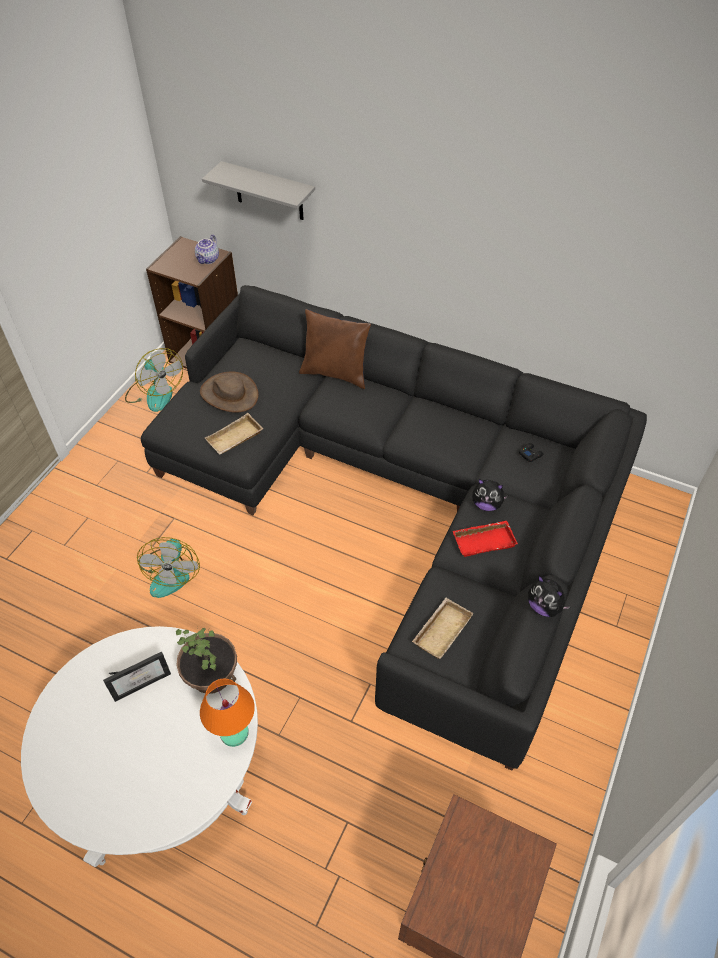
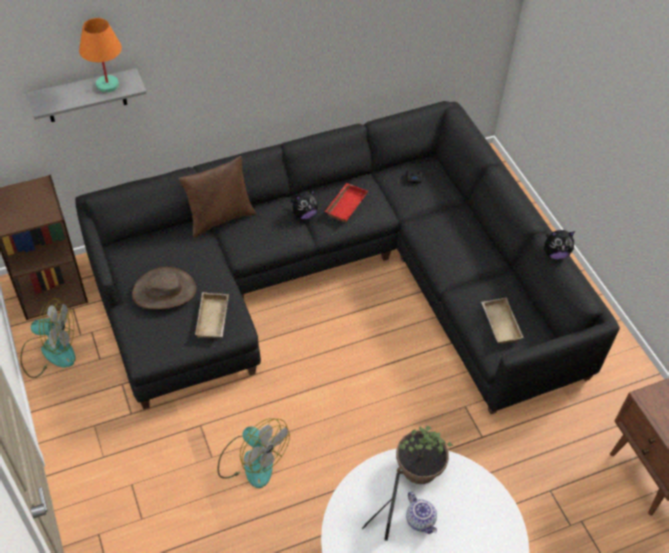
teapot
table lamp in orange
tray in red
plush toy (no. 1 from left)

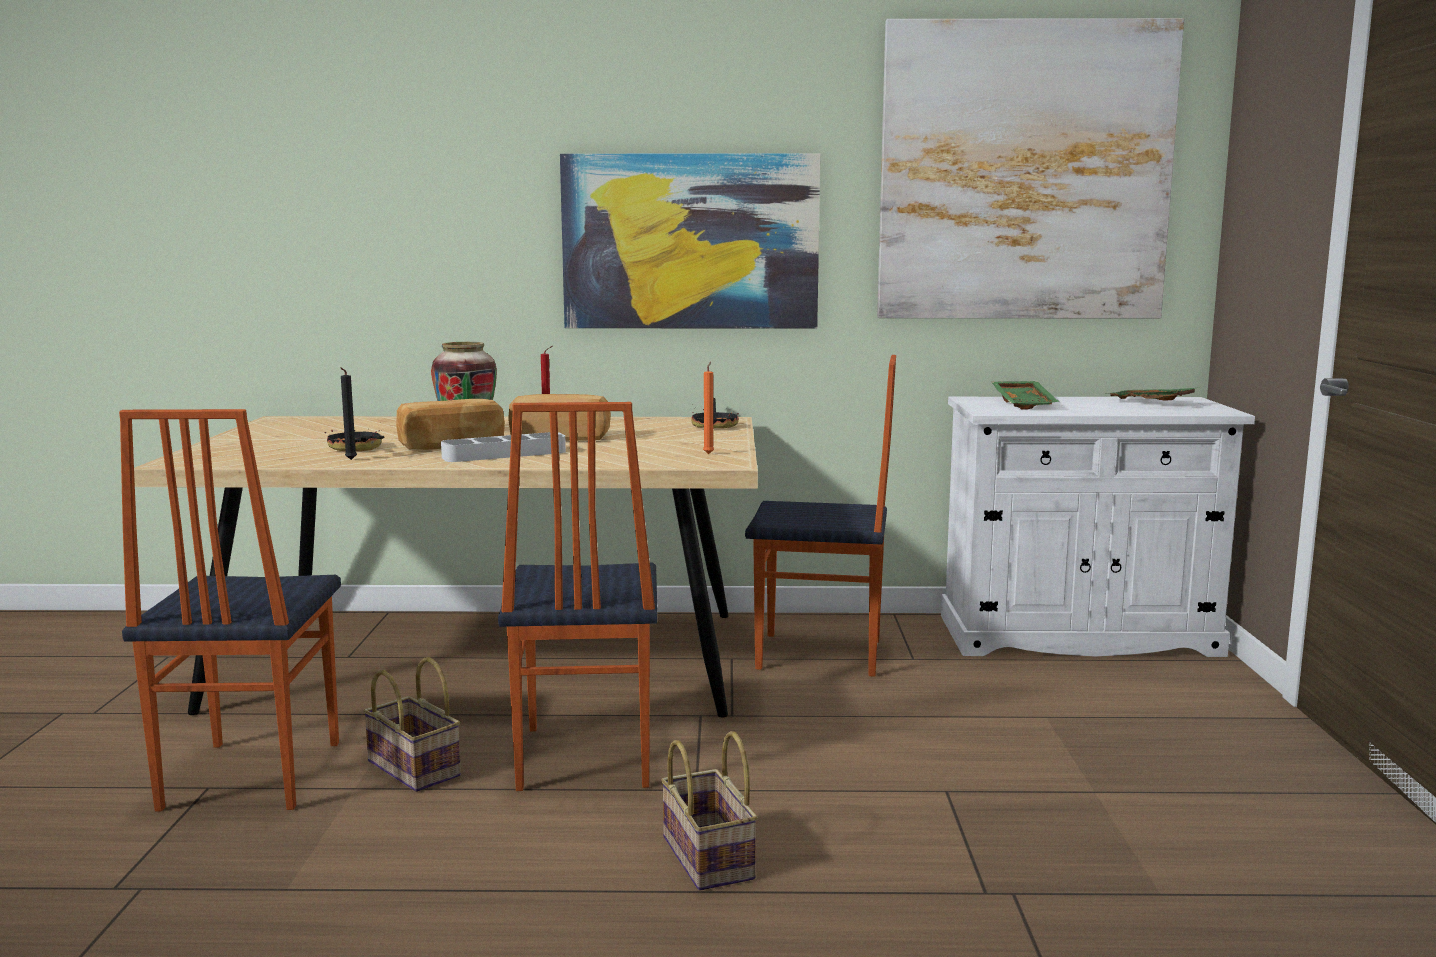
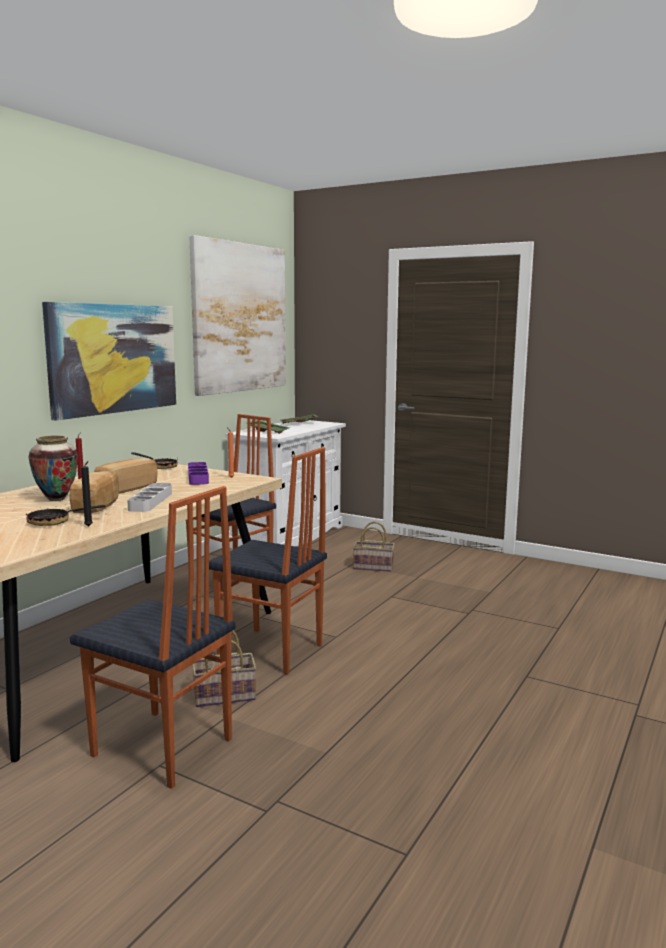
tray in purple
basket (no. 2 from left)

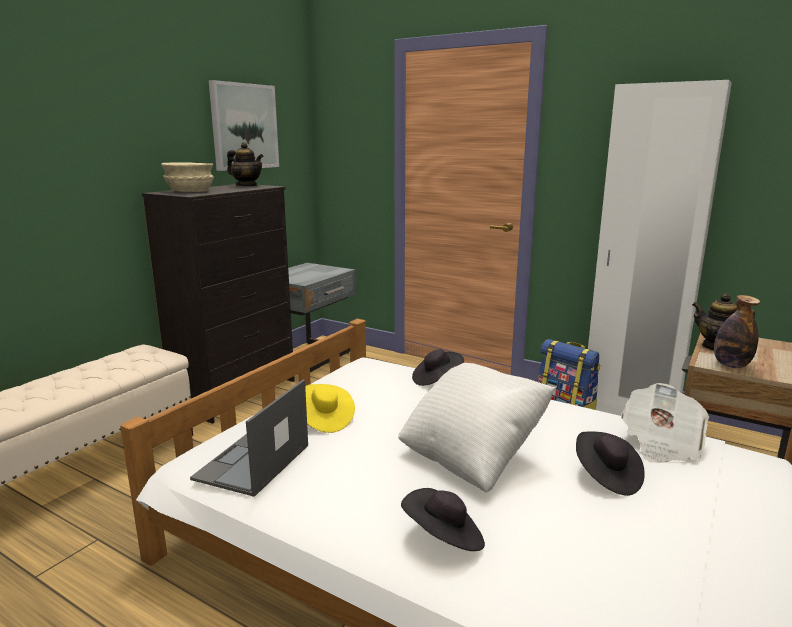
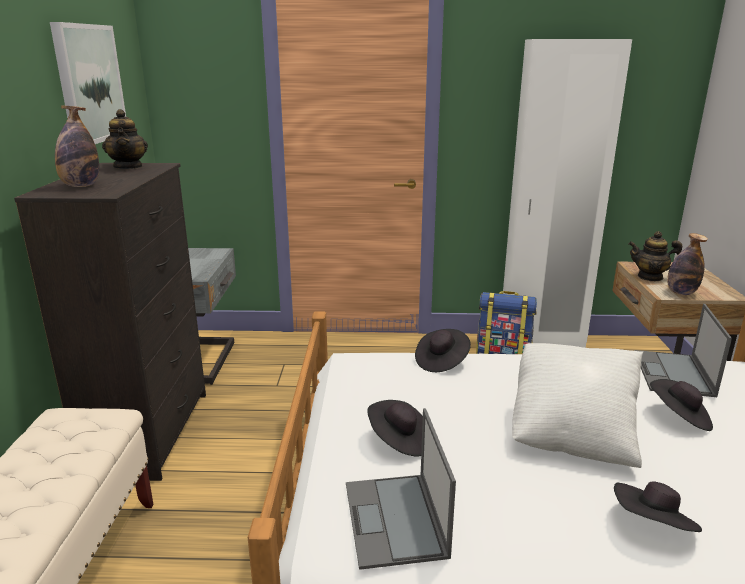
bottle (no. 1 from left)
laptop (no. 2 from left)
hat in black (no. 1 from left)
teapot (no. 1 from left)

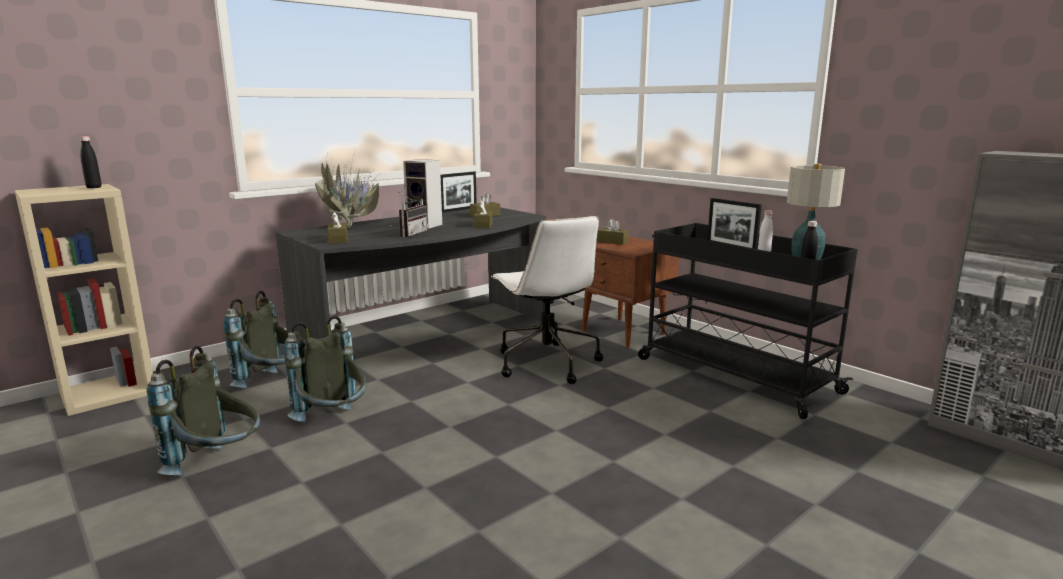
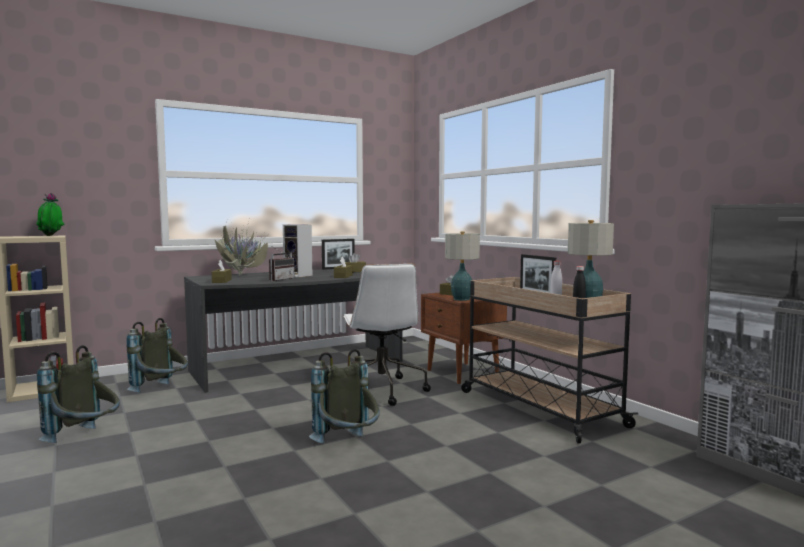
table lamp (no. 1 from left)
backpack in grey (no. 3 from left)
potted plant (no. 1 from left)
cart in beige

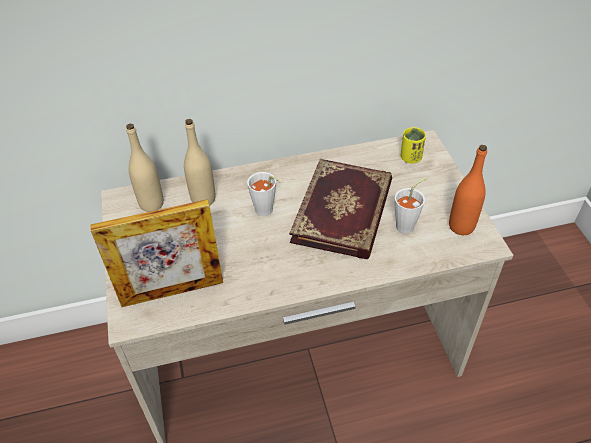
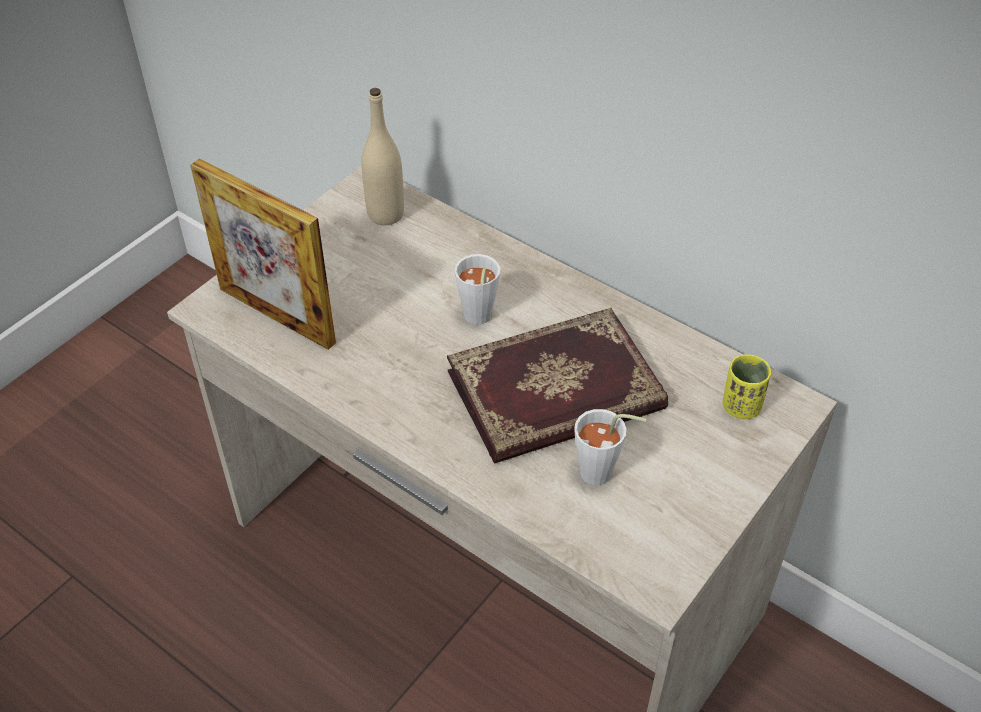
bottle in beige (no. 2 from left in the first image)
bottle in orange

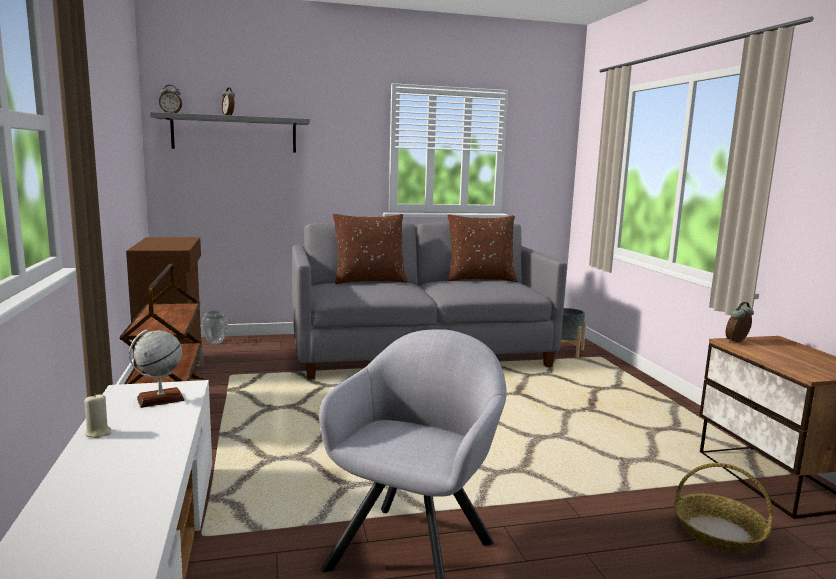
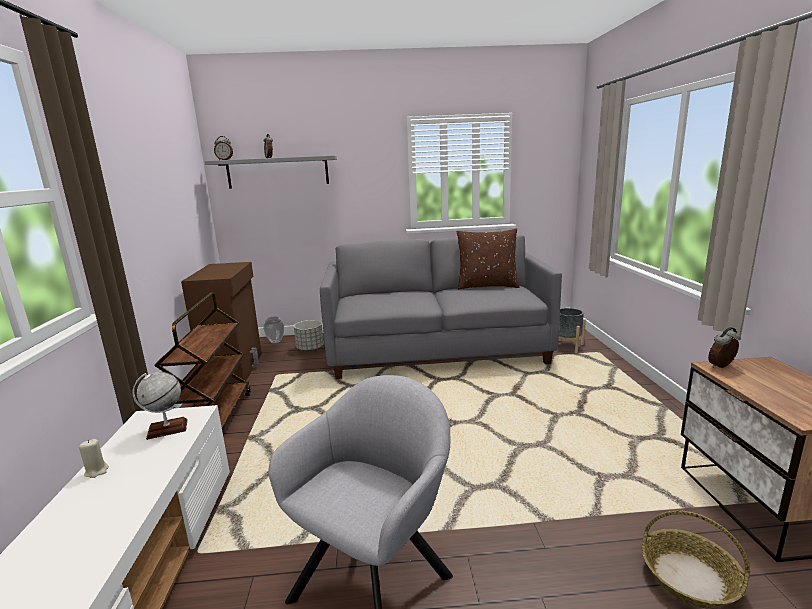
pillow in brown (no. 1 from left in the first image)
planter in grey (no. 1 from left)

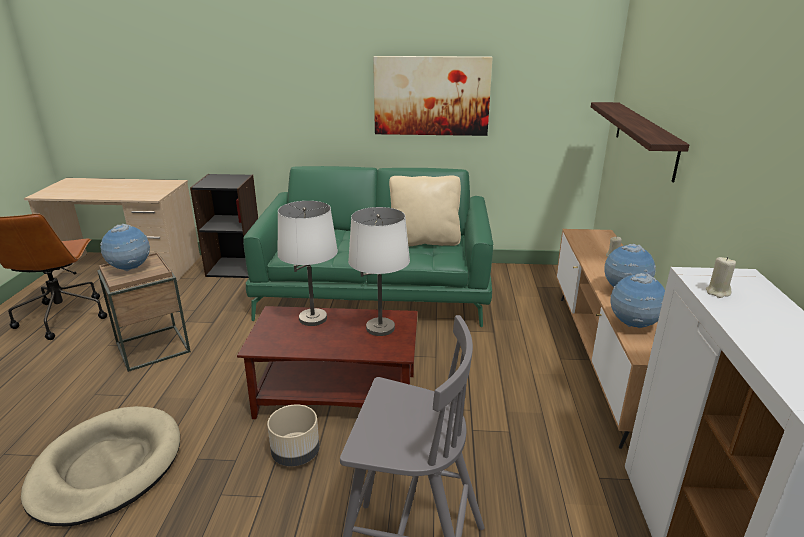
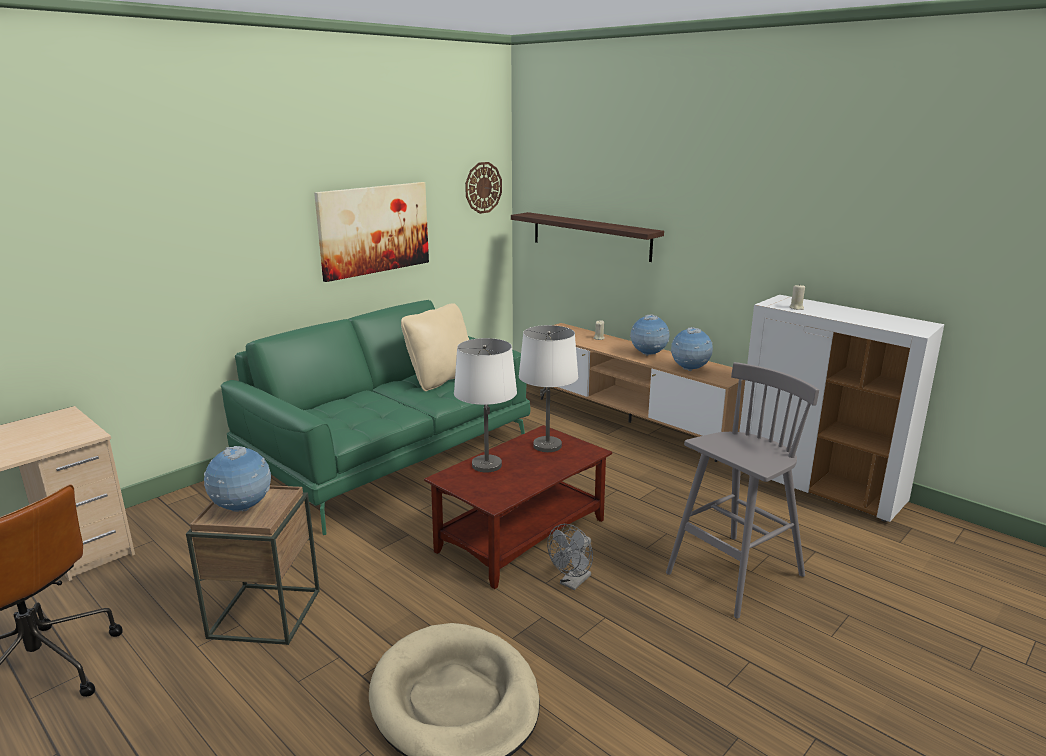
bookcase in black
wall clock
fan in grey

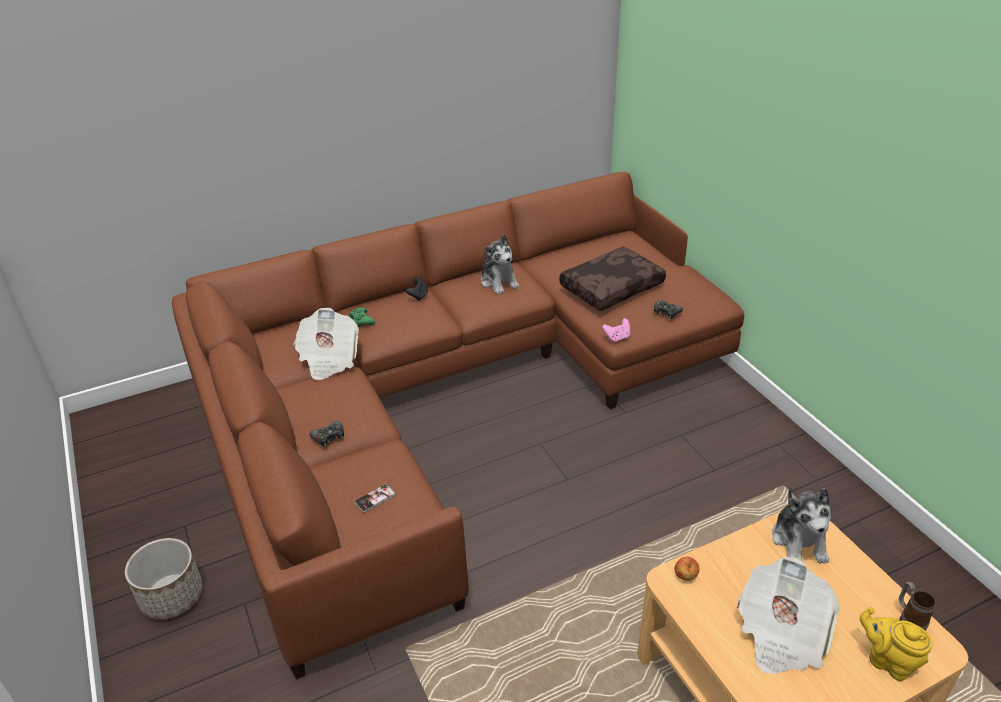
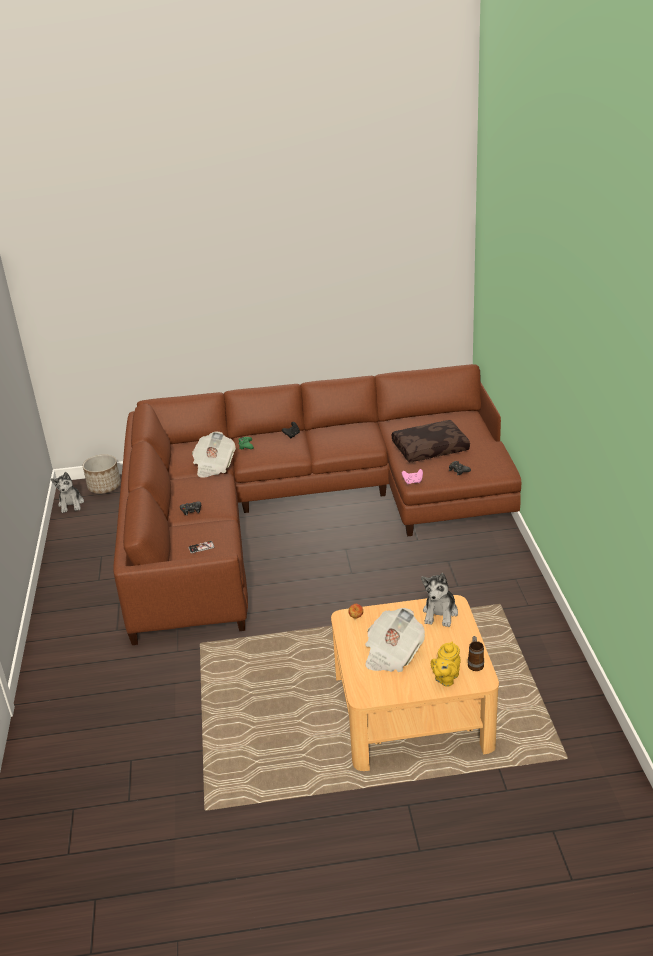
planter
plush toy (no. 1 from left)
teapot in yellow

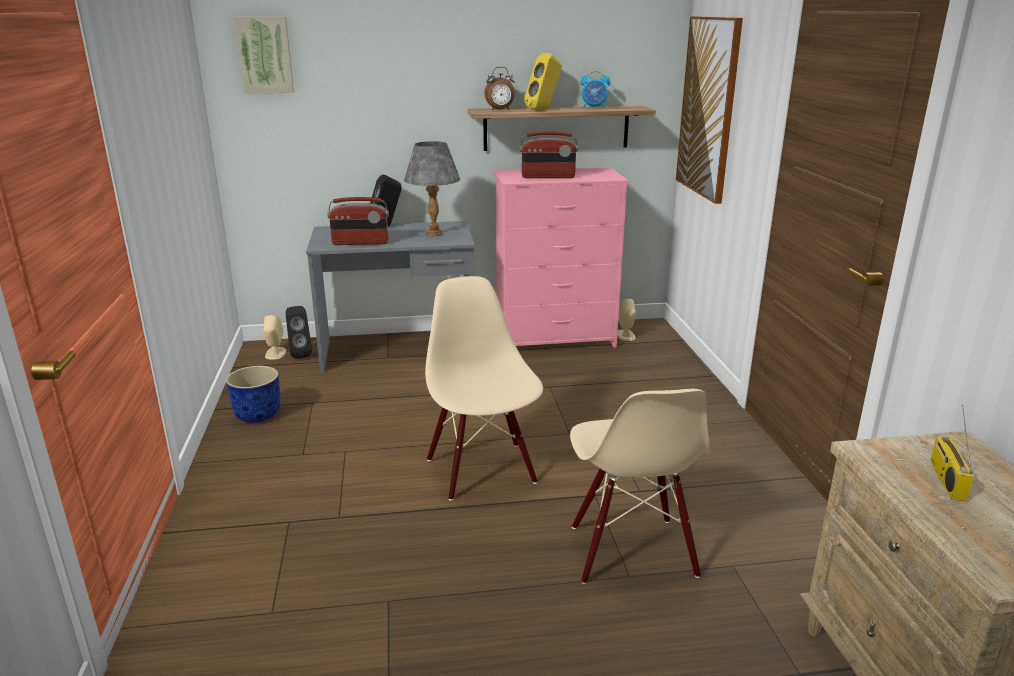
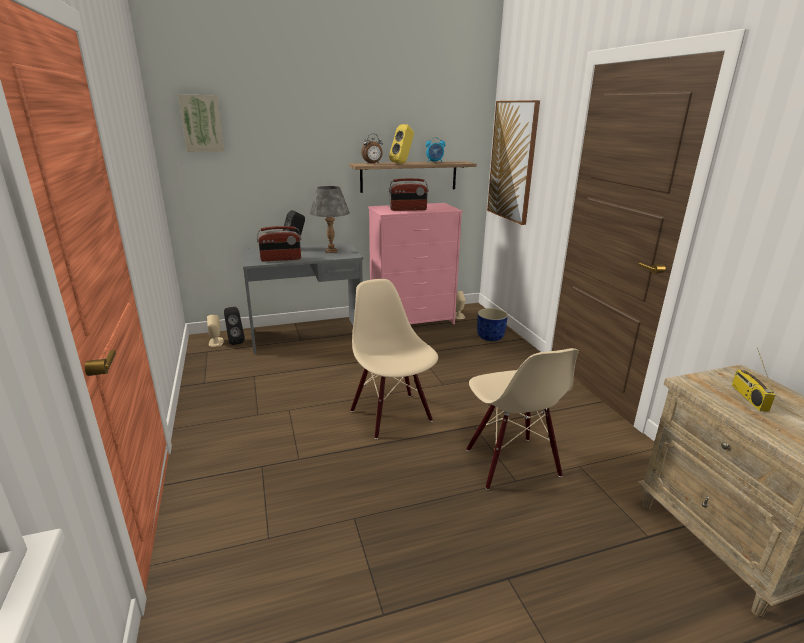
planter in blue

